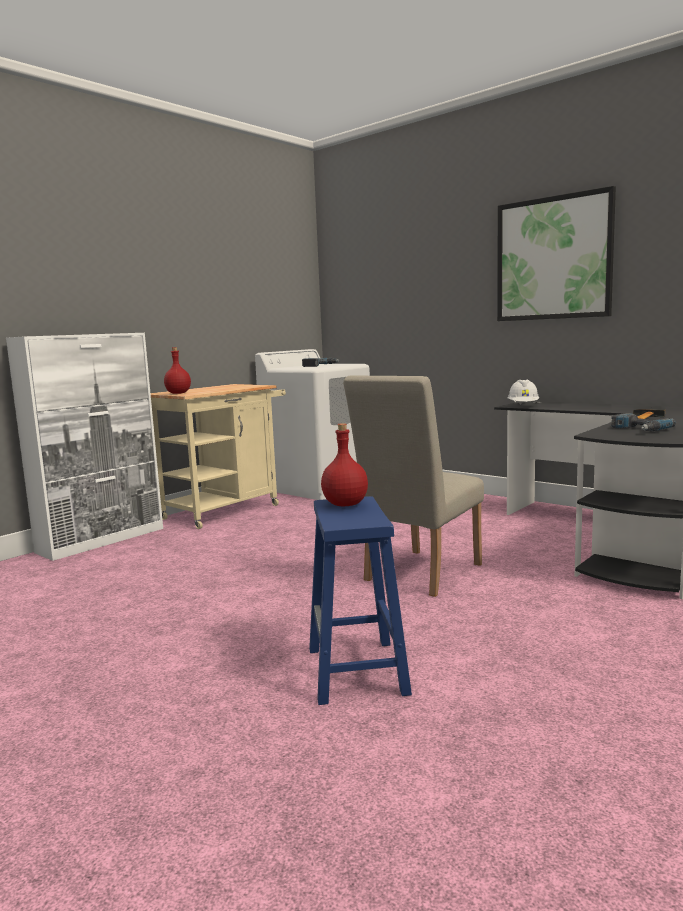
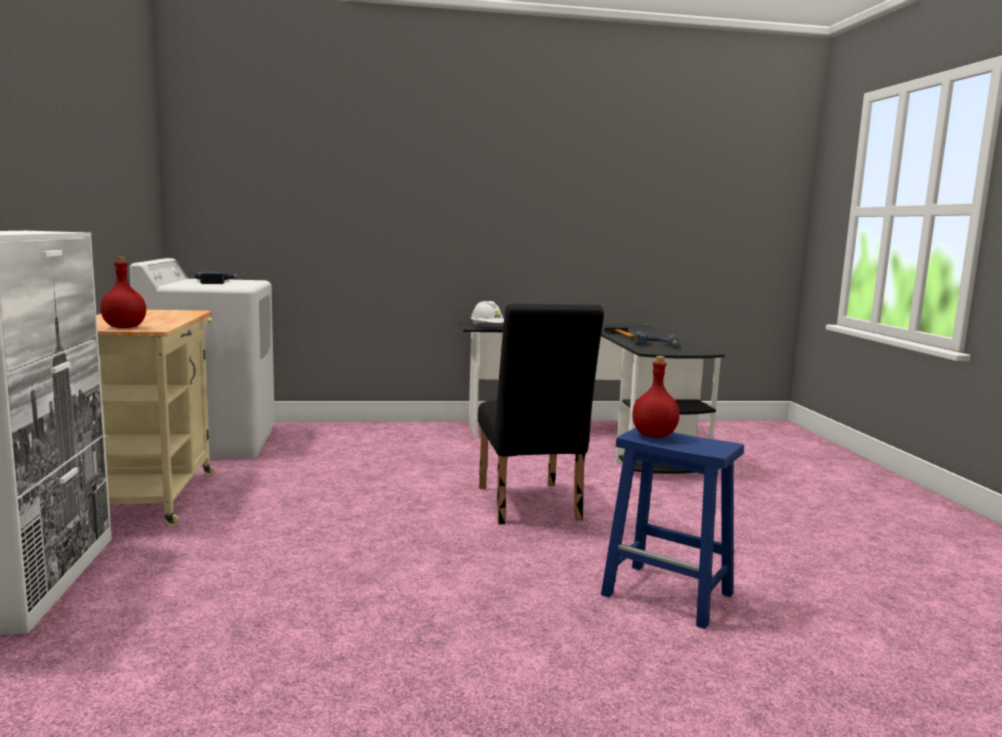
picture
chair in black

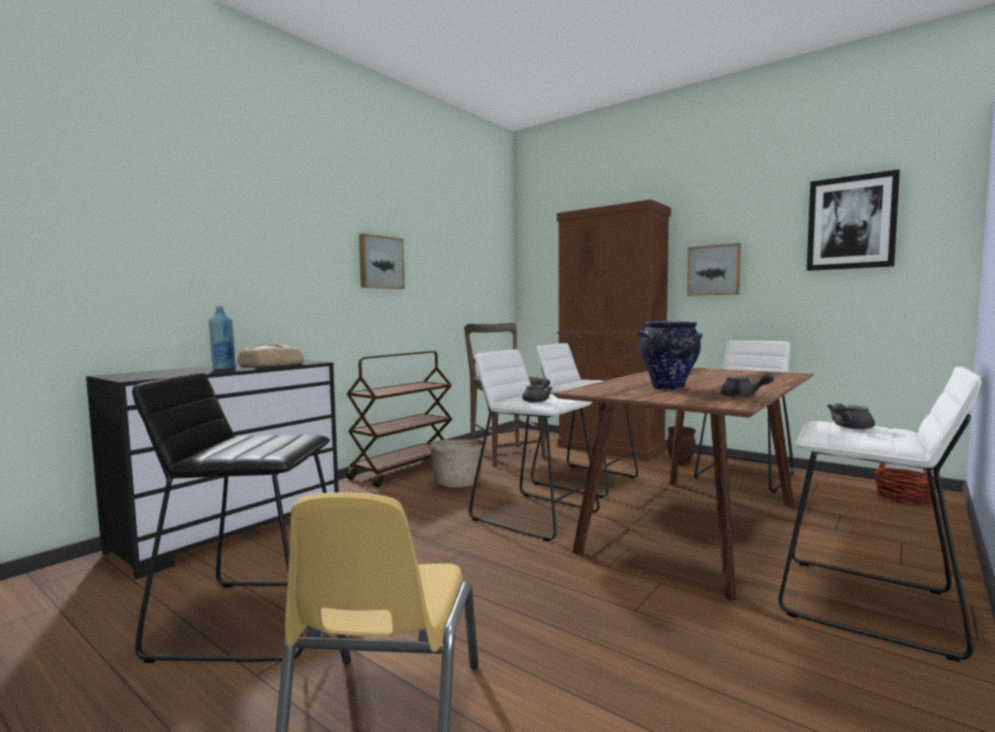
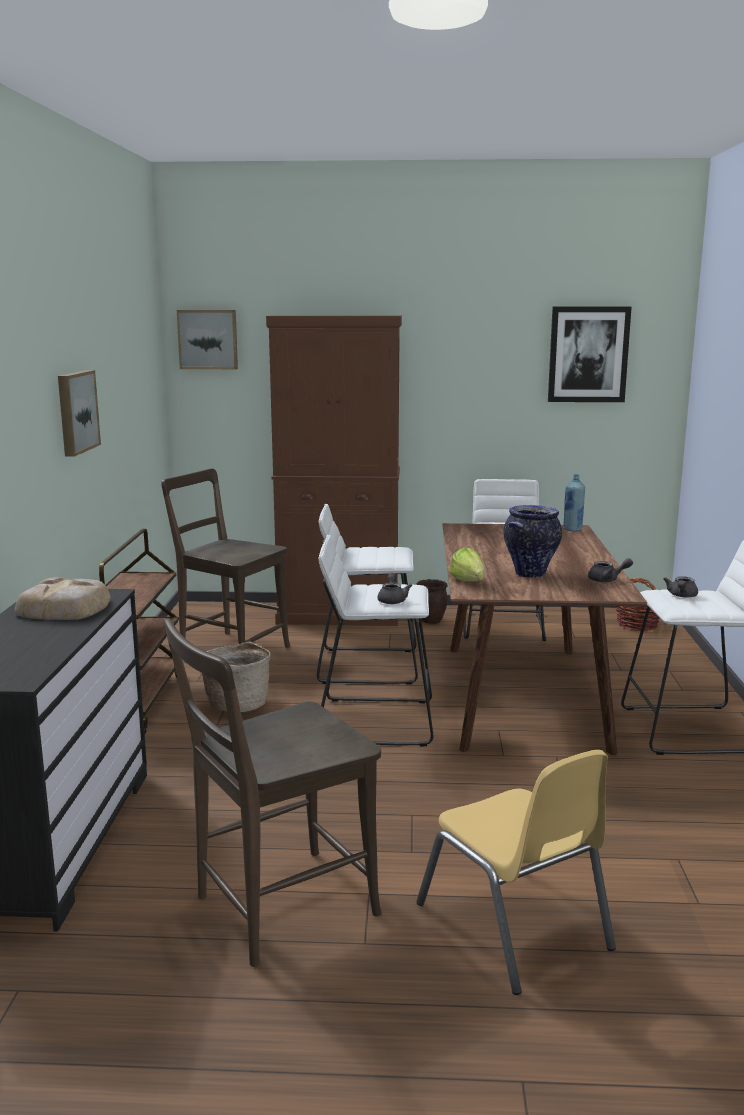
lettuce
bottle in blue
picture (no. 2 from left)
chair in brown (no. 2 from left)

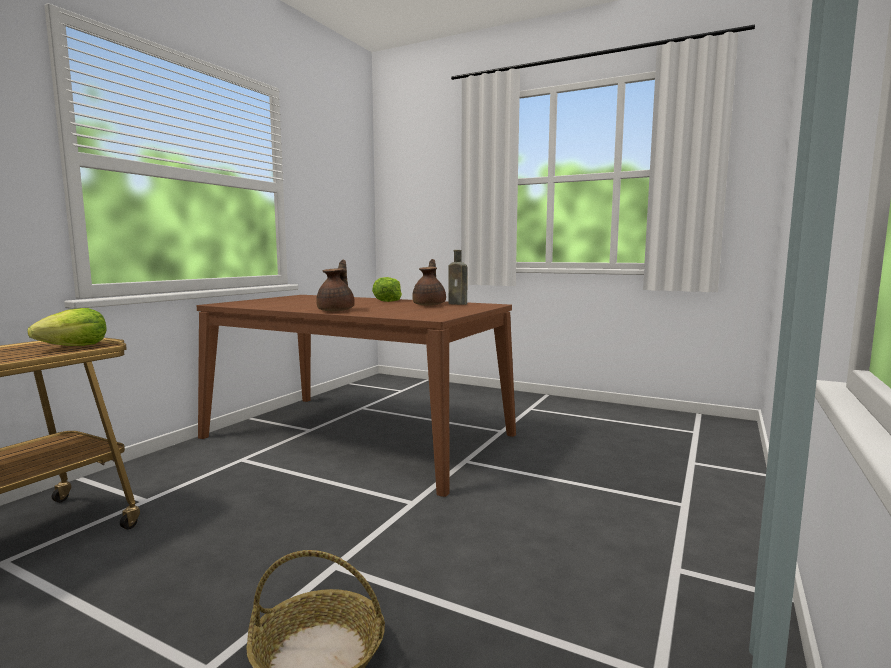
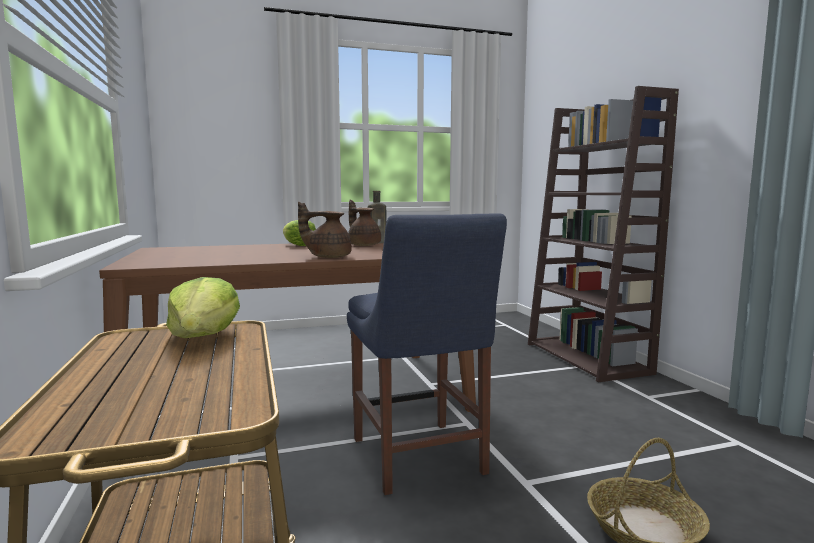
chair in blue
bookcase in brown
teapot in brown (no. 1 from left)

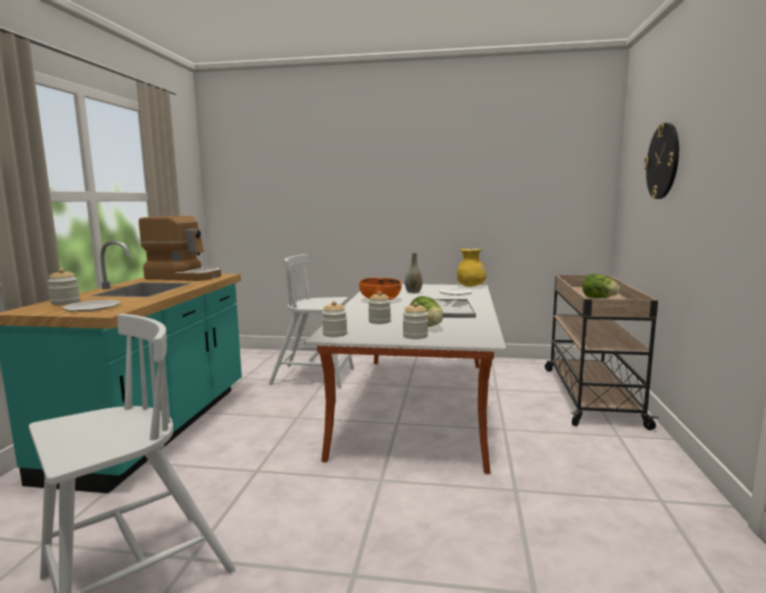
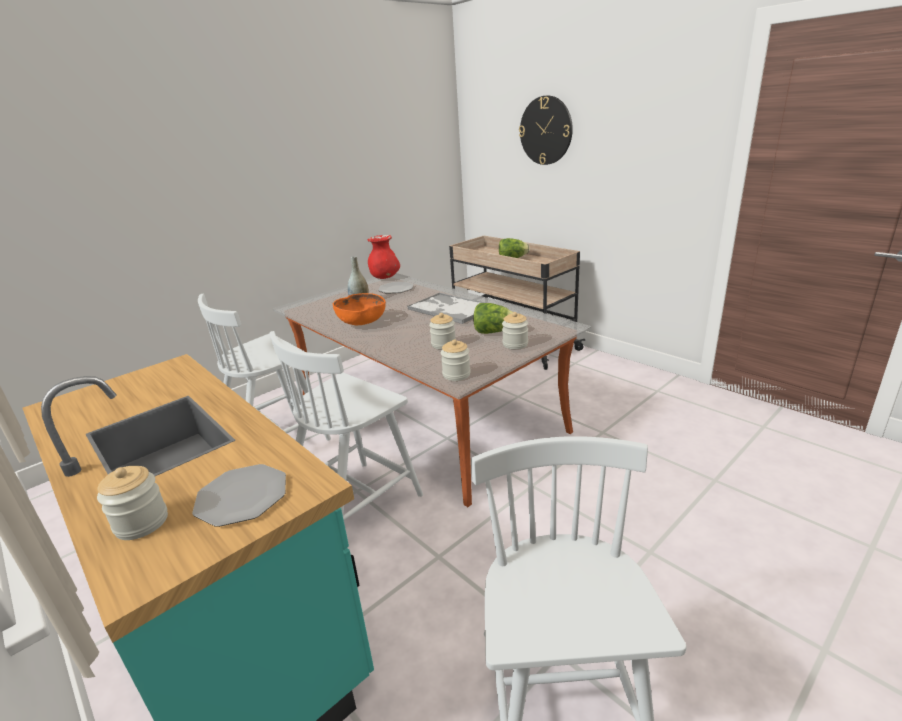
coffee machine
chair in white (no. 2 from left)
vase in red

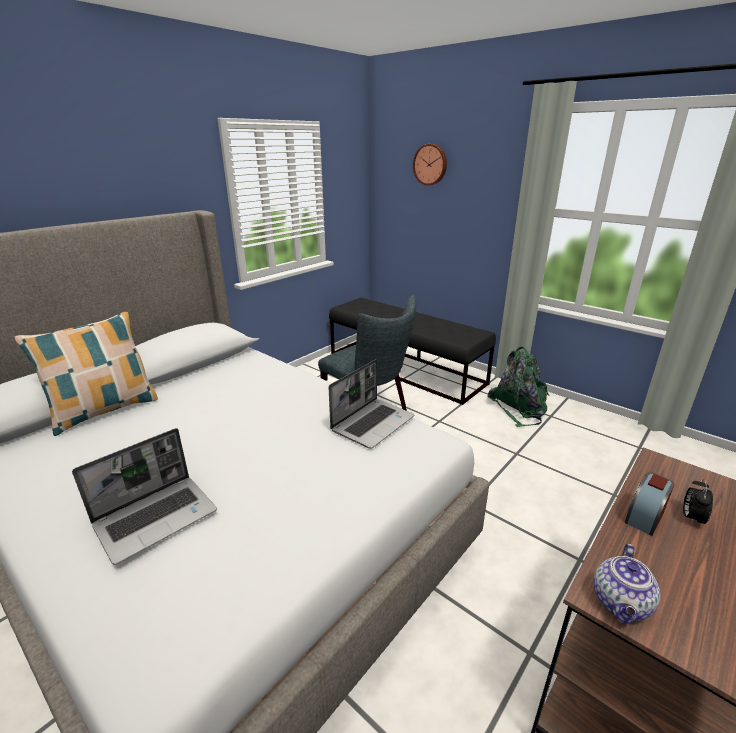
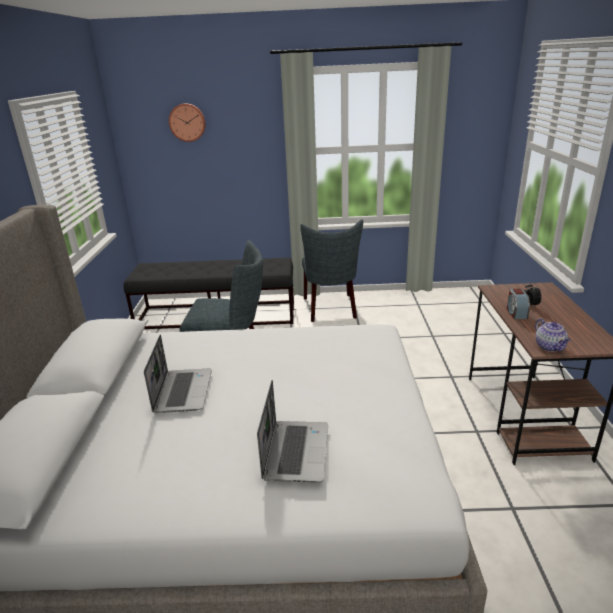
pillow
laptop (no. 1 from left)
chair in grey (no. 2 from left)

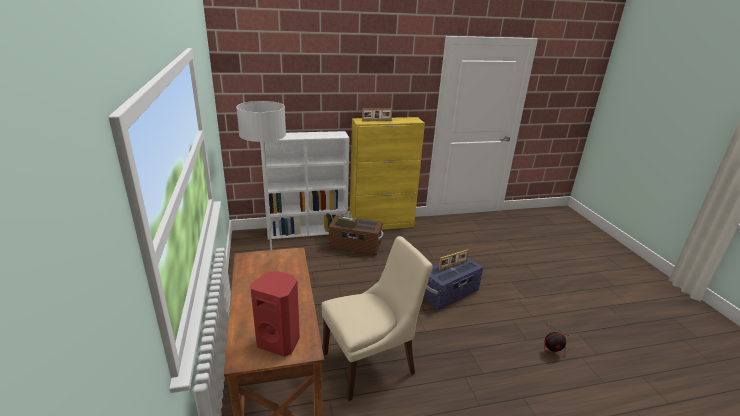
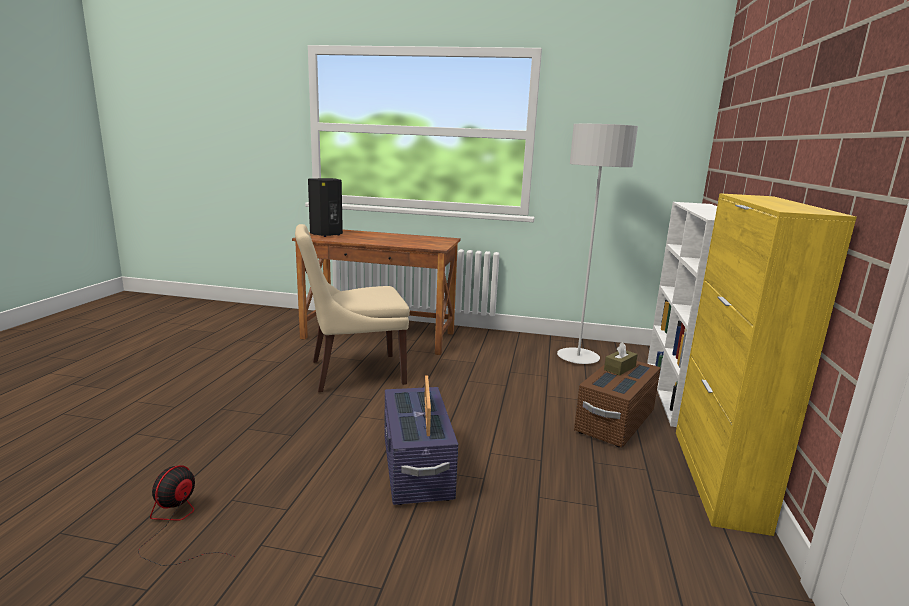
picture frame (no. 1 from left in the first image)
speaker in black
chair in beige

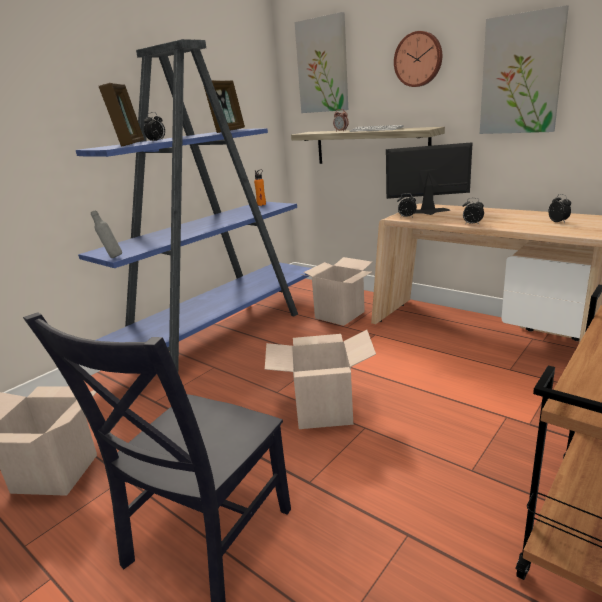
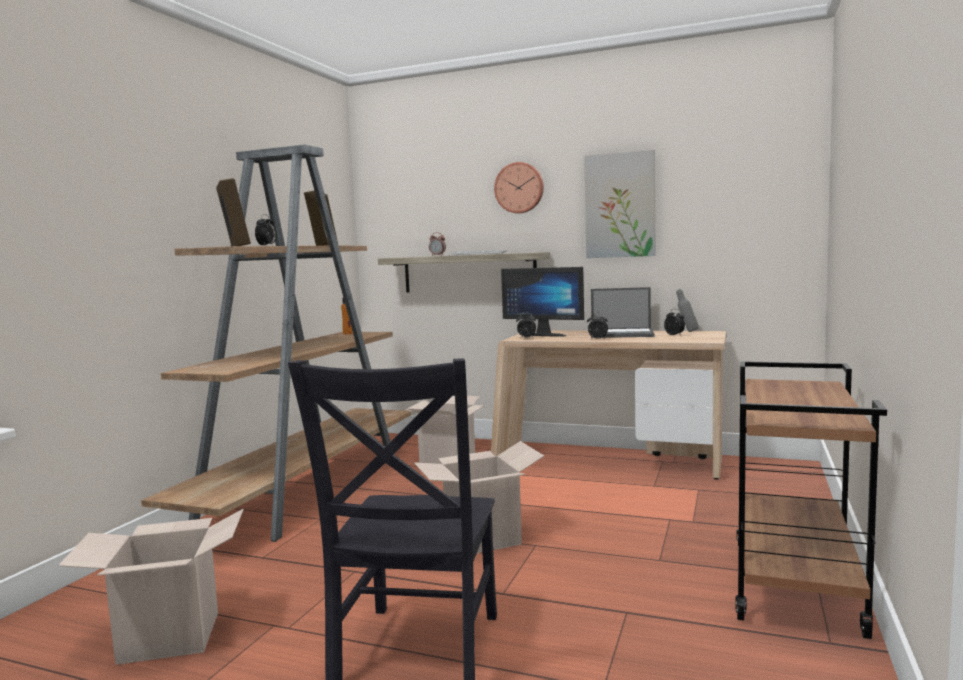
picture (no. 1 from left in the first image)
laptop
bottle in grey
bookcase in brown
monitor

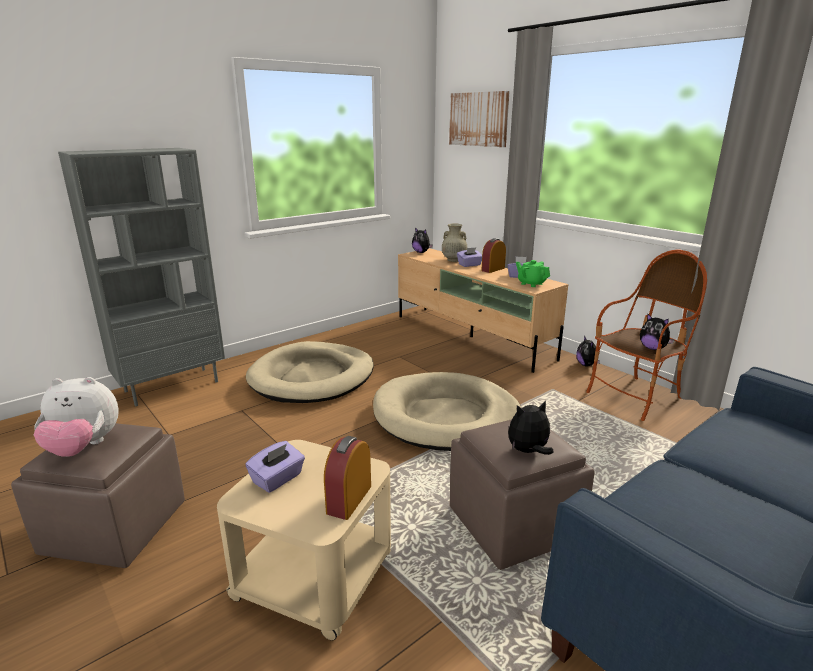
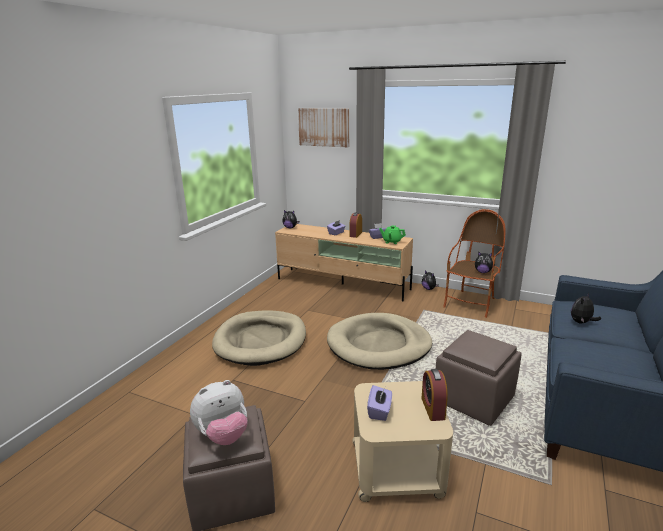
bookcase in grey
vase in beige
plush toy (no. 5 from left)

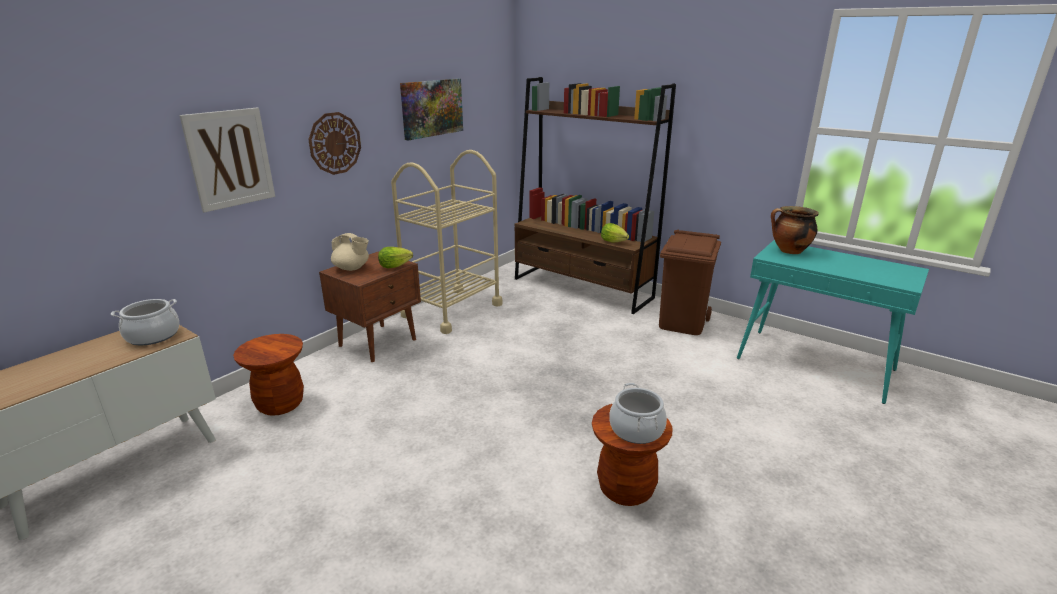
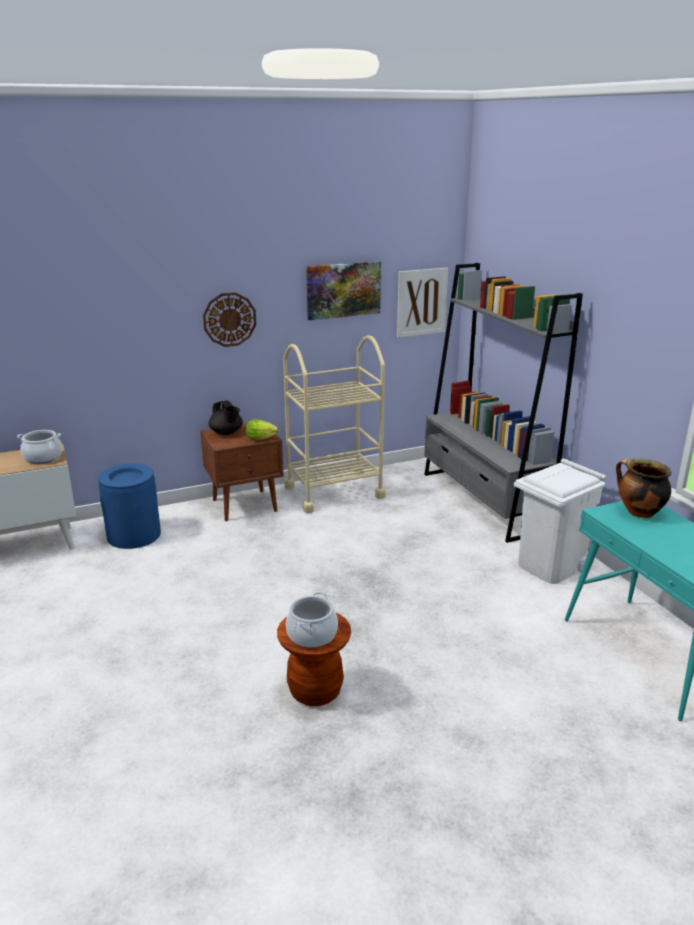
lettuce (no. 2 from left in the first image)
picture (no. 2 from left)
trash can in blue
teapot in black
bookcase in grey
trash can in white

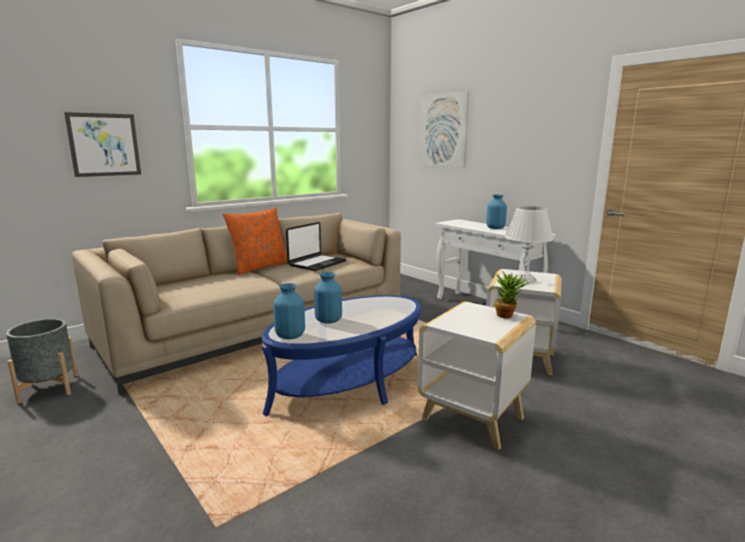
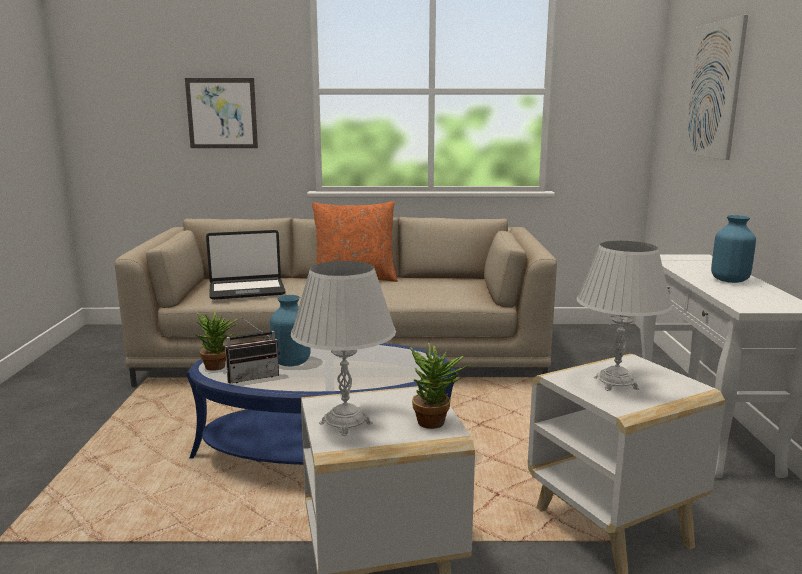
planter in grey
radio
table lamp in white (no. 1 from left)
laptop
potted plant (no. 1 from left)

